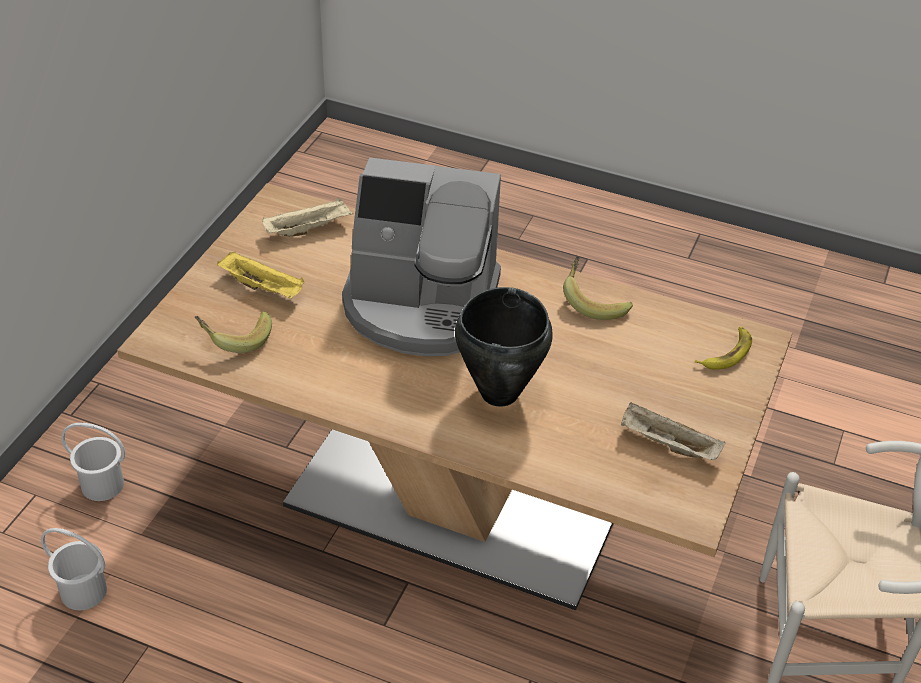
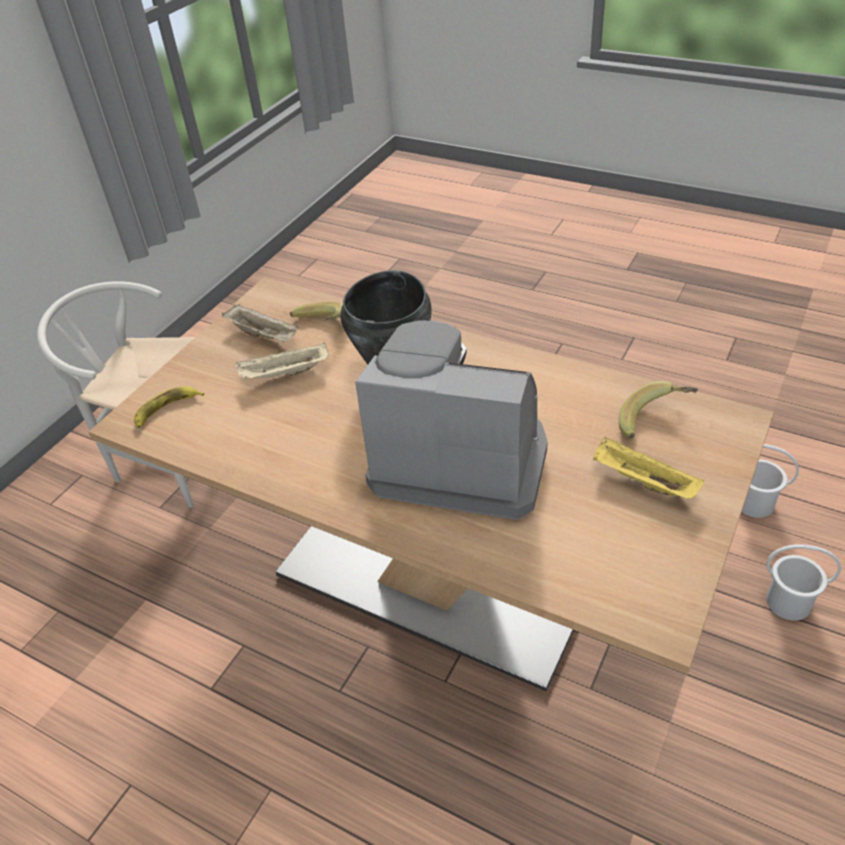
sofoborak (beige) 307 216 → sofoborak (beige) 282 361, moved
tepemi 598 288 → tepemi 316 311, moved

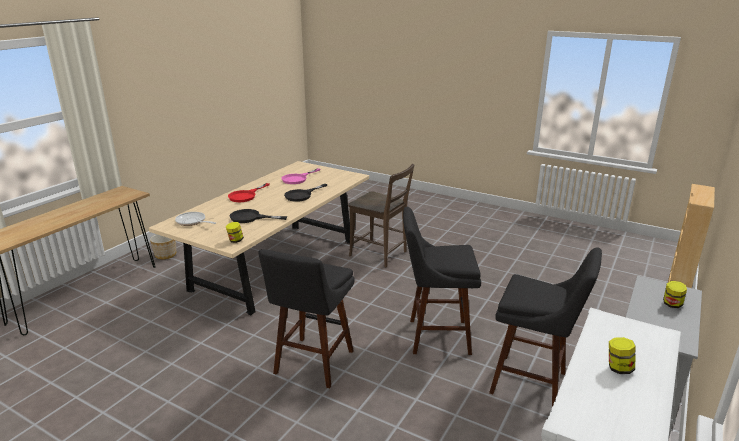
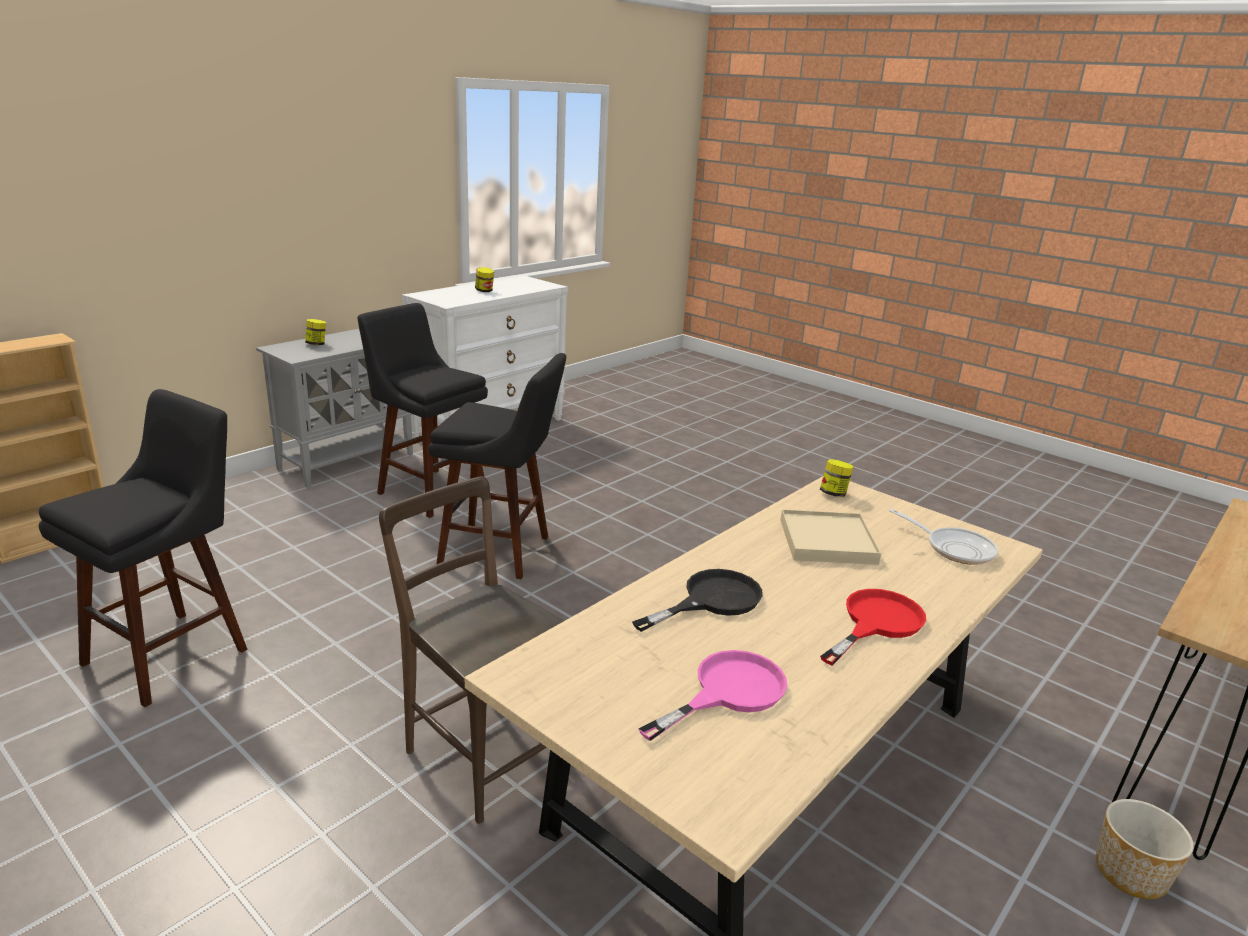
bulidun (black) 258 216 → sofoborak (beige) 830 537
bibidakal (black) 306 319 → bibidakal (black) 143 548, moved

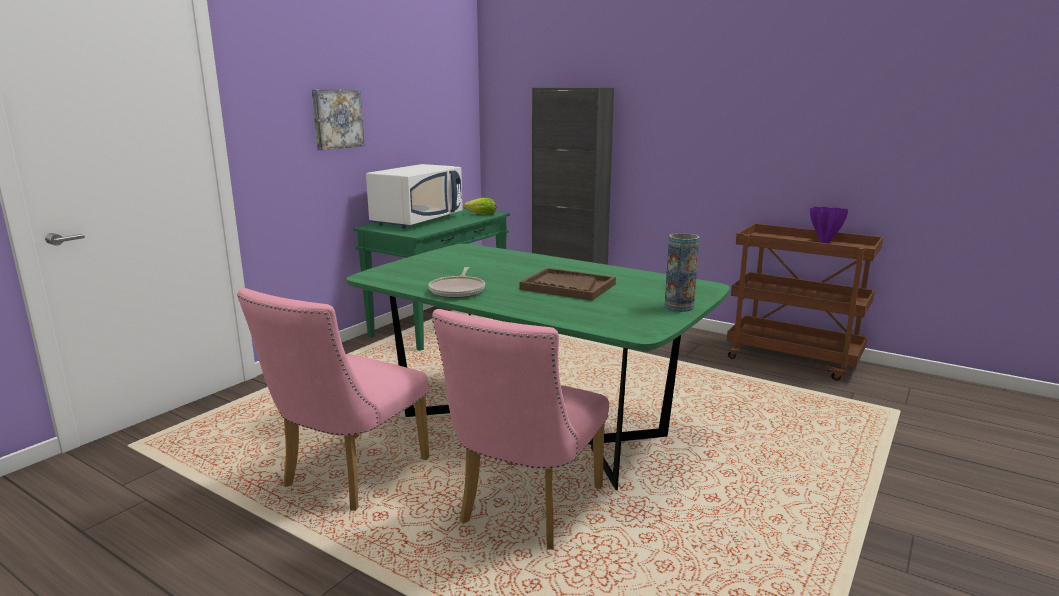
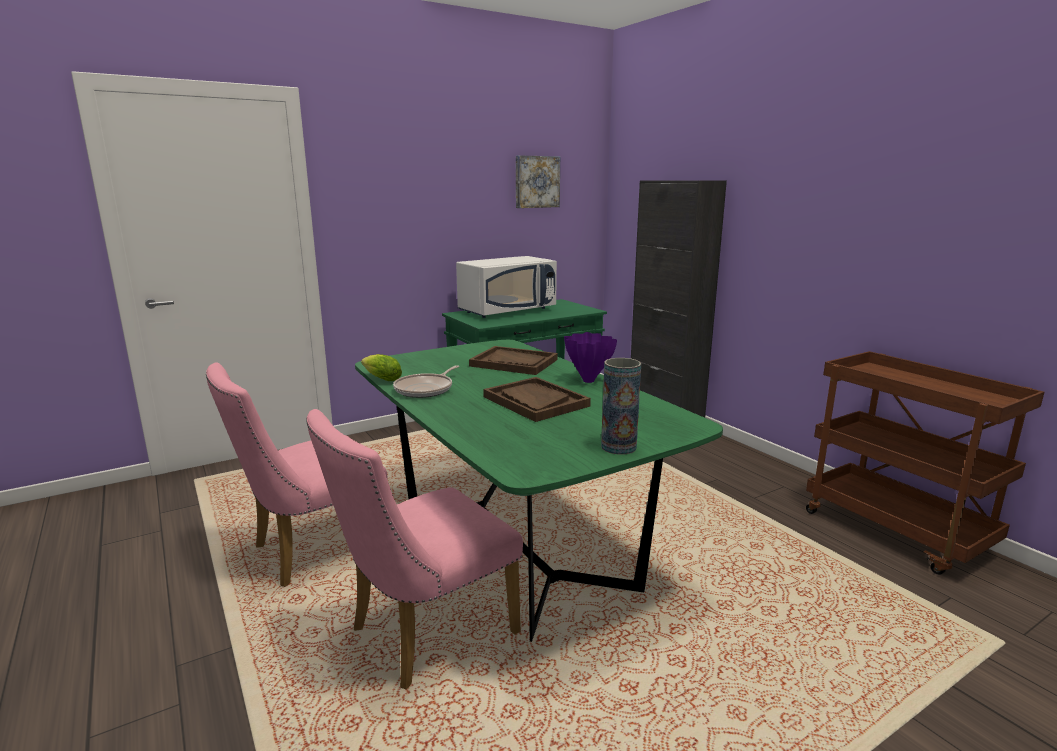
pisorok 338 119 → pisorok 538 181, moved
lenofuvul 480 206 → lenofuvul 381 367, moved
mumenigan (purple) 829 225 → mumenigan (purple) 590 357, moved
- → sofoborak (brown) 513 360

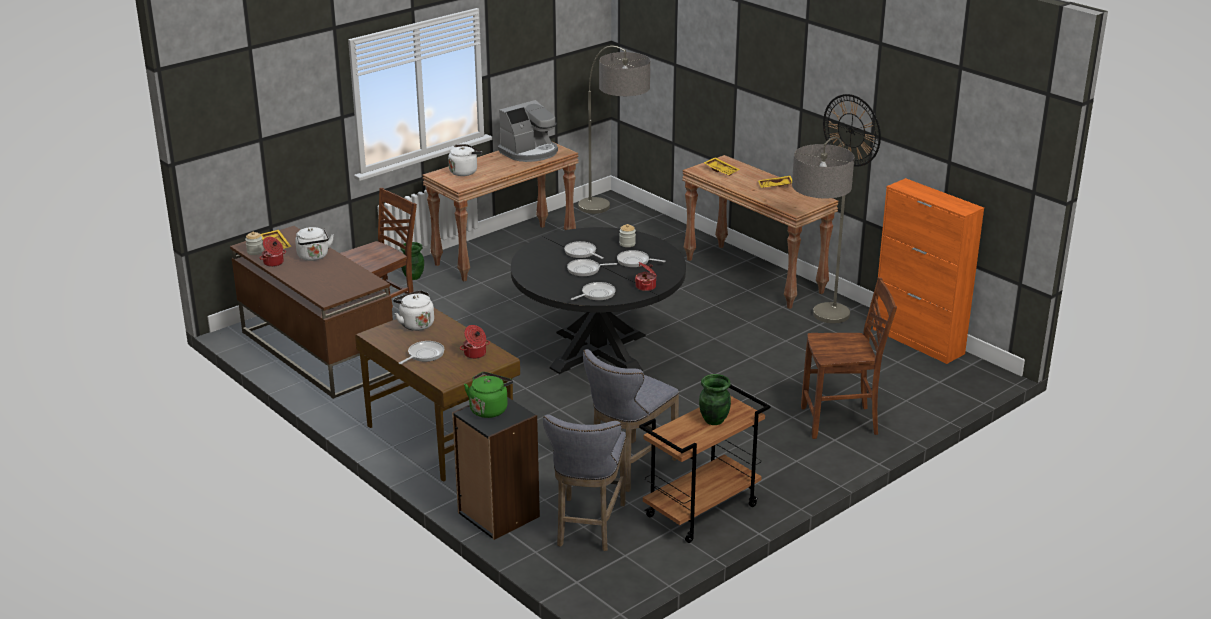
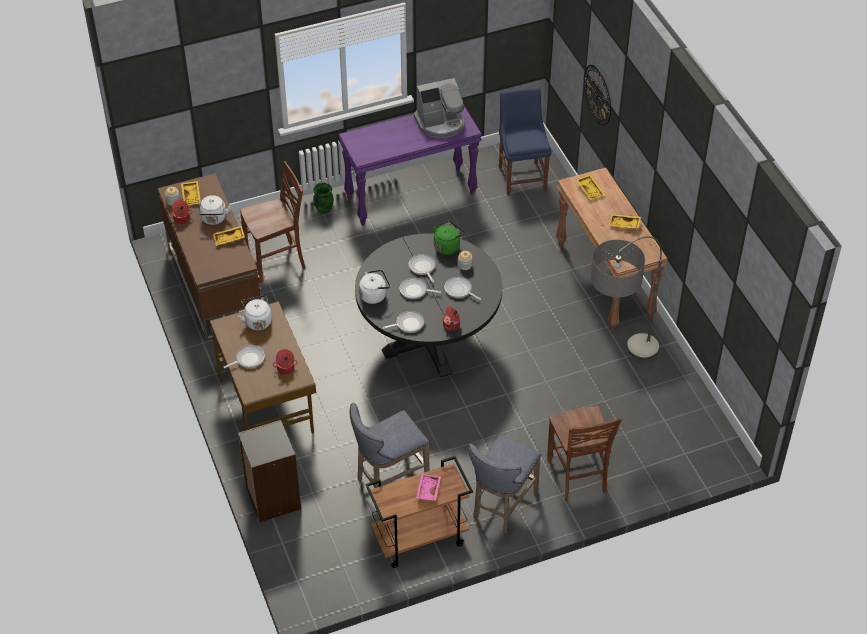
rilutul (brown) 500 212 → rilutul (purple) 410 166
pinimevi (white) 465 160 → pinimevi (white) 374 287, moved
pinimevi (green) 488 395 → pinimevi (green) 449 237, moved
bibidakal (grey) 584 483 → bibidakal (grey) 504 484, moved
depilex 614 130 → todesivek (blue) 525 141
mumenigan (green) 715 399 → sofoborak (pink) 428 487
todesivek (brown) 849 358 → todesivek (brown) 584 453, 60 degrees clockwise
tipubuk 852 130 → tipubuk 597 95, moved
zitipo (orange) 928 271 → -
- → sofoborak (yellow) 229 236

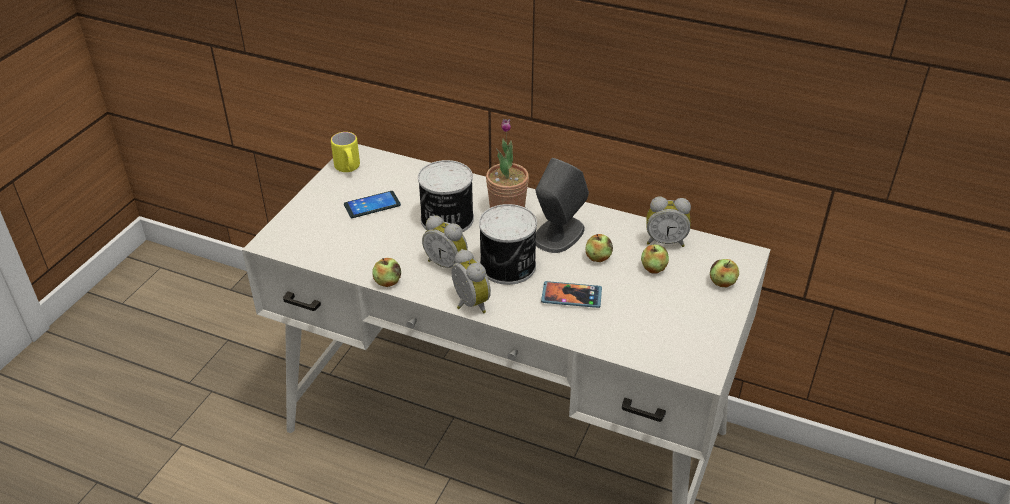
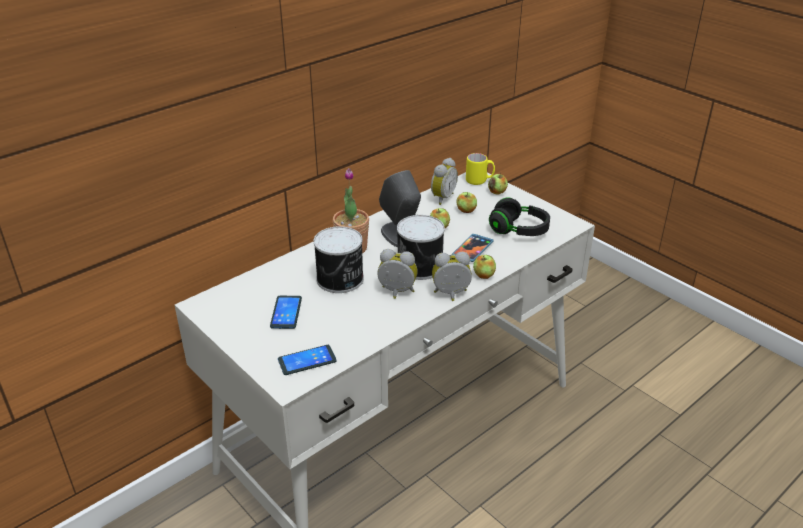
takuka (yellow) 345 152 → takuka (yellow) 480 169, moved
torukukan 386 272 → torukukan 484 267, moved
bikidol 445 242 → bikidol 397 274, 135 degrees counterclockwise
- → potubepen 307 360
- → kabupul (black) 519 217

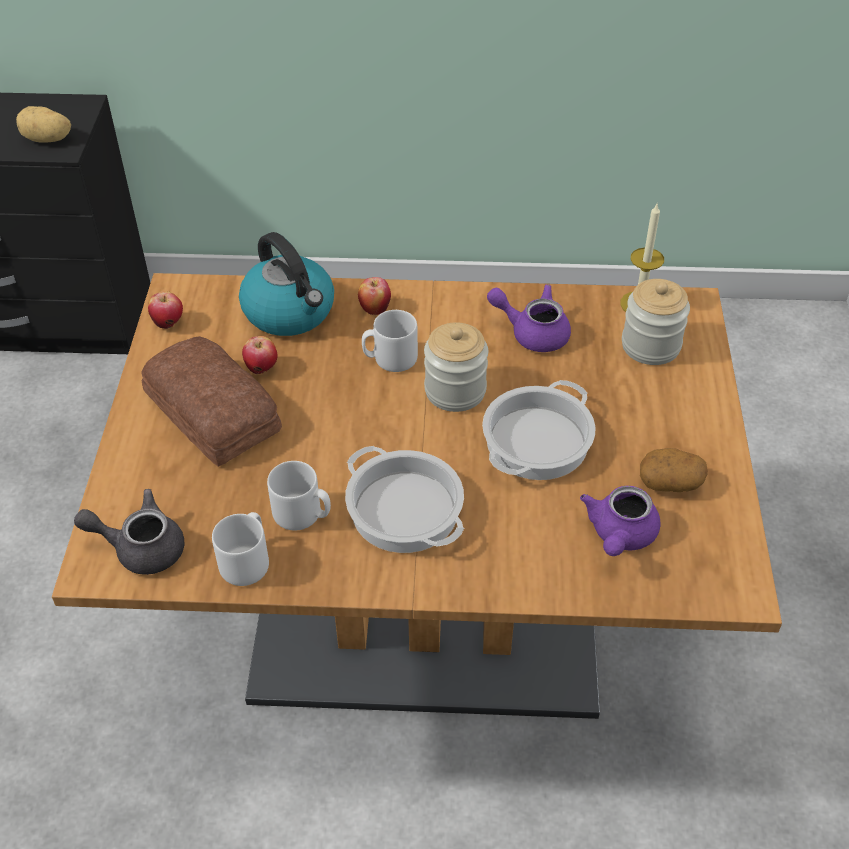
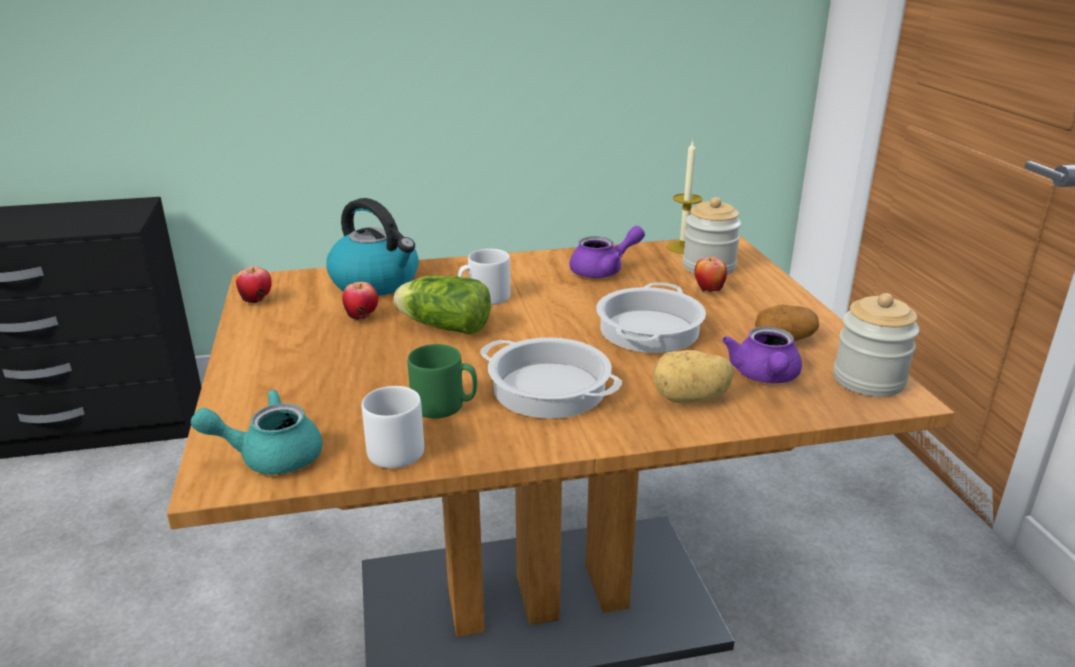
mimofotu 43 124 → mimofotu 694 376, moved
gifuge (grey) 129 532 → gifuge (turquoise) 257 432
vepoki 211 401 → -
takuka (white) 299 495 → takuka (green) 442 381
torukukan 374 296 → torukukan 710 274, moved
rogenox 456 367 → rogenox 877 345, moved
gifuge (purple) 529 318 → gifuge (purple) 607 252, 150 degrees clockwise
- → lenofuvul 442 305

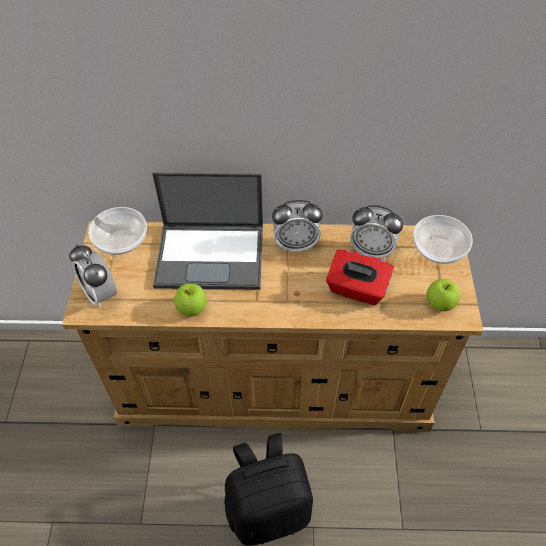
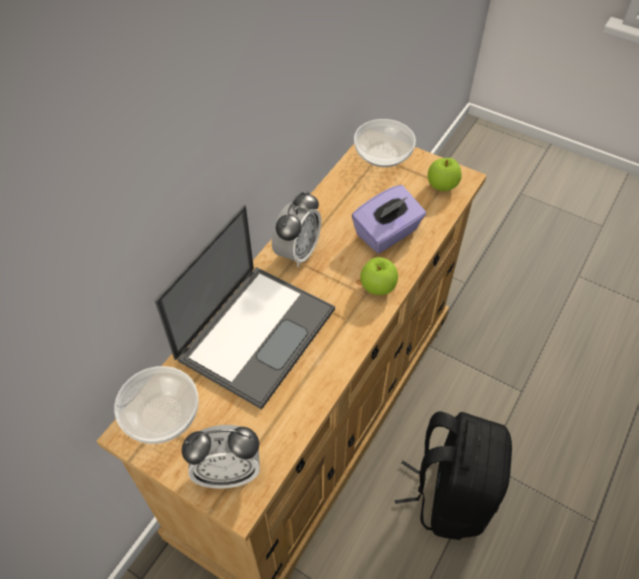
torukukan 190 300 → torukukan 379 276, moved
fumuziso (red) 360 277 → fumuziso (purple) 389 219
bikidol 376 232 → -

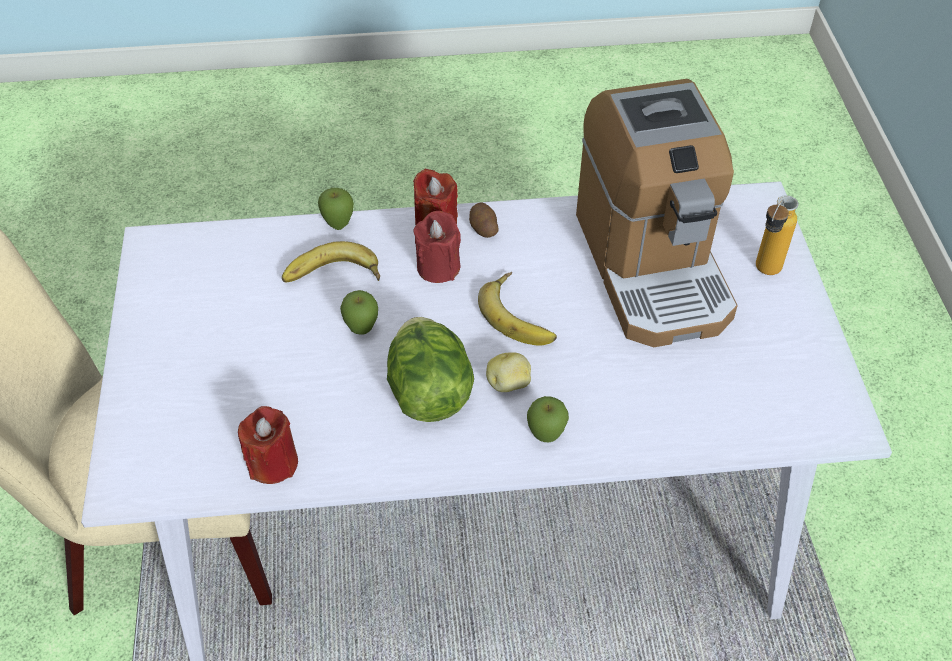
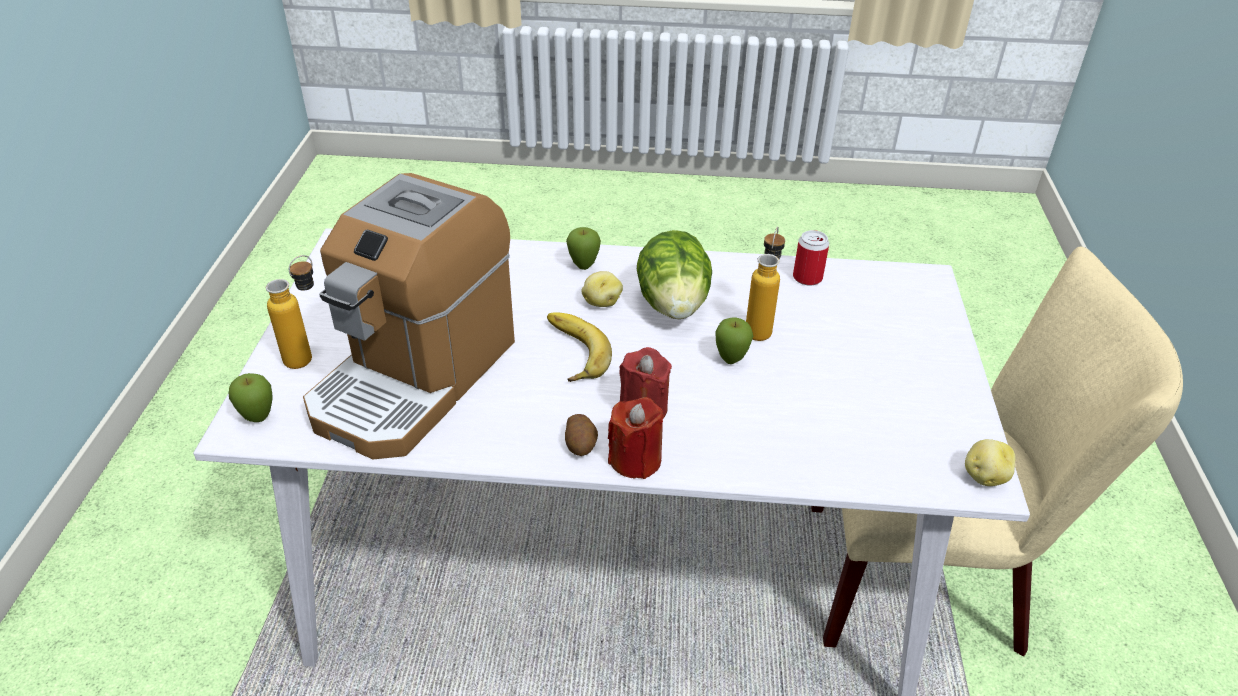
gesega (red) 268 445 → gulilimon 811 257
tepemi 331 261 → -
torukukan 336 209 → torukukan 251 397, moved
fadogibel 657 213 → fadogibel 409 316, 150 degrees counterclockwise
- → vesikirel 765 283
- → mimofotu 990 462

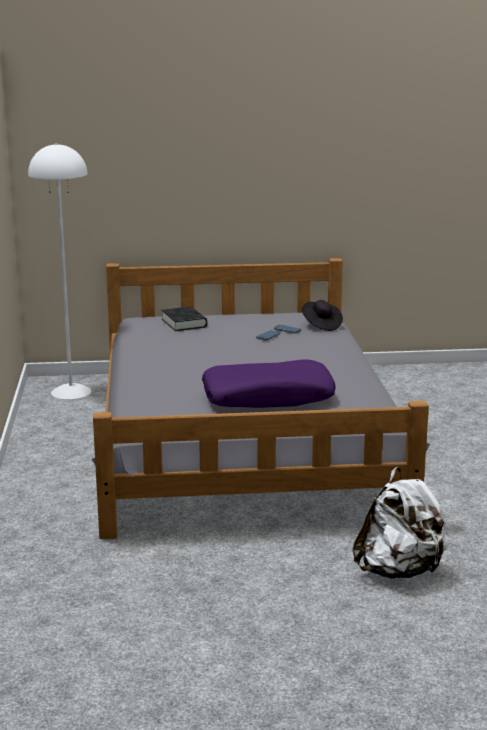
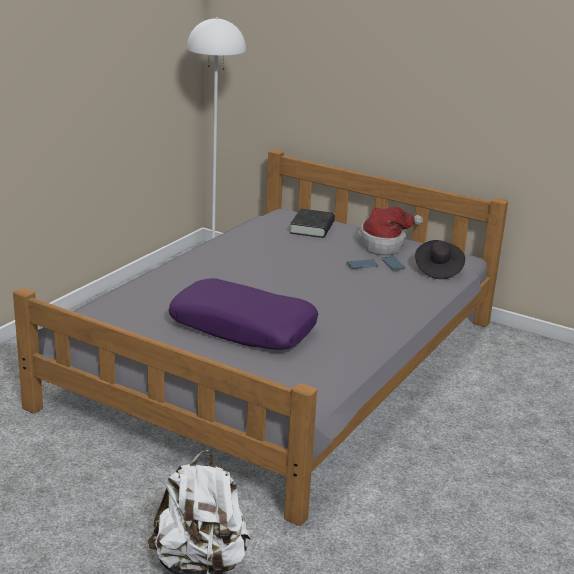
- → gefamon 390 231

